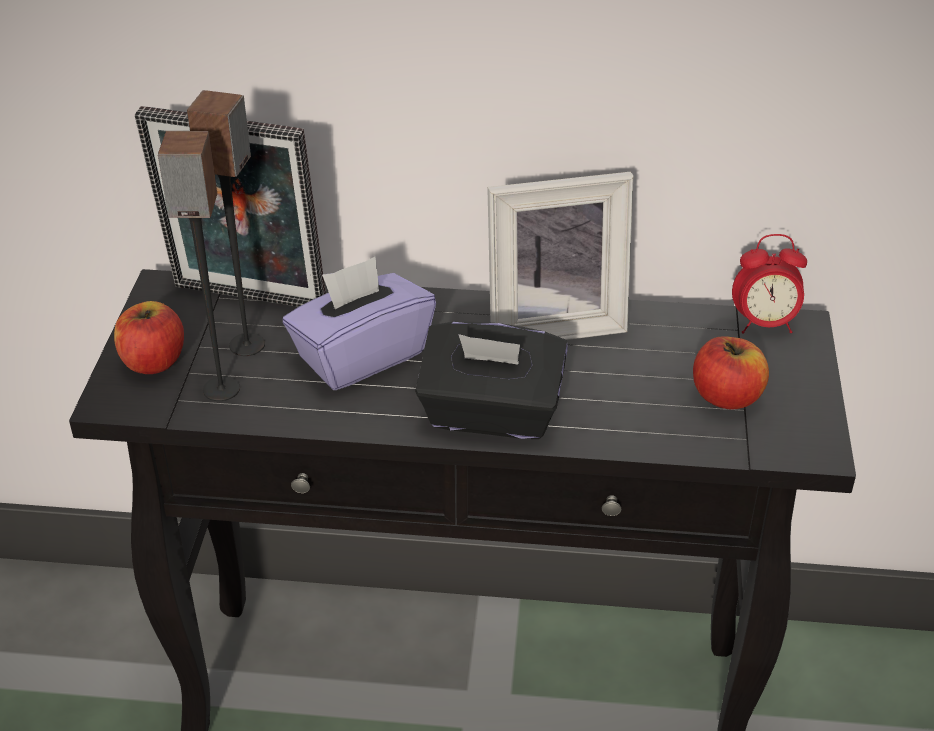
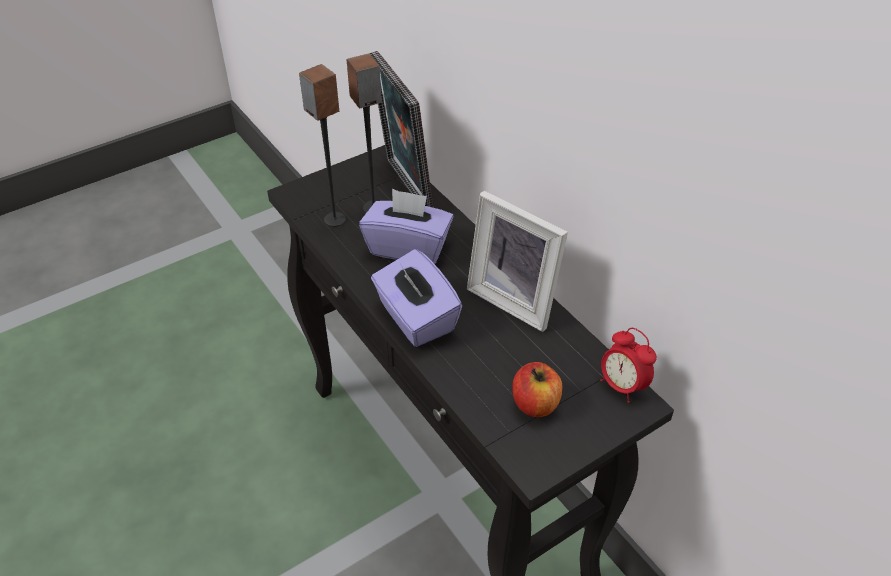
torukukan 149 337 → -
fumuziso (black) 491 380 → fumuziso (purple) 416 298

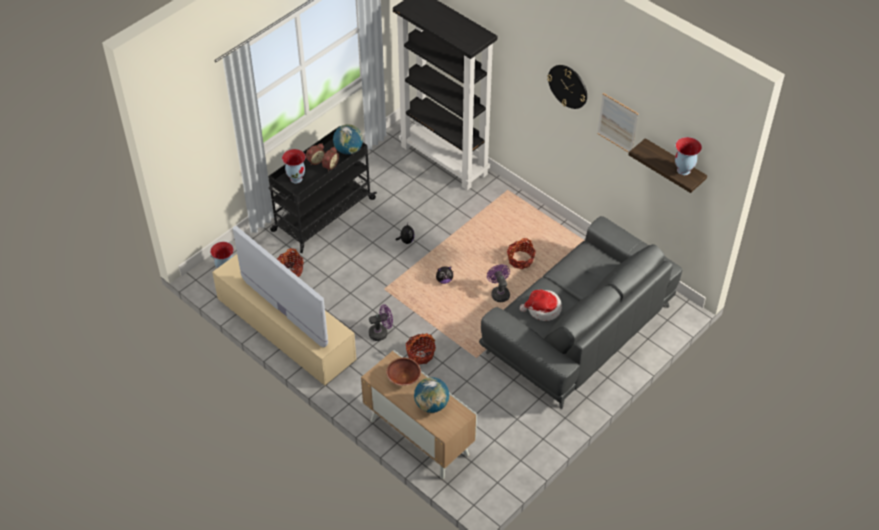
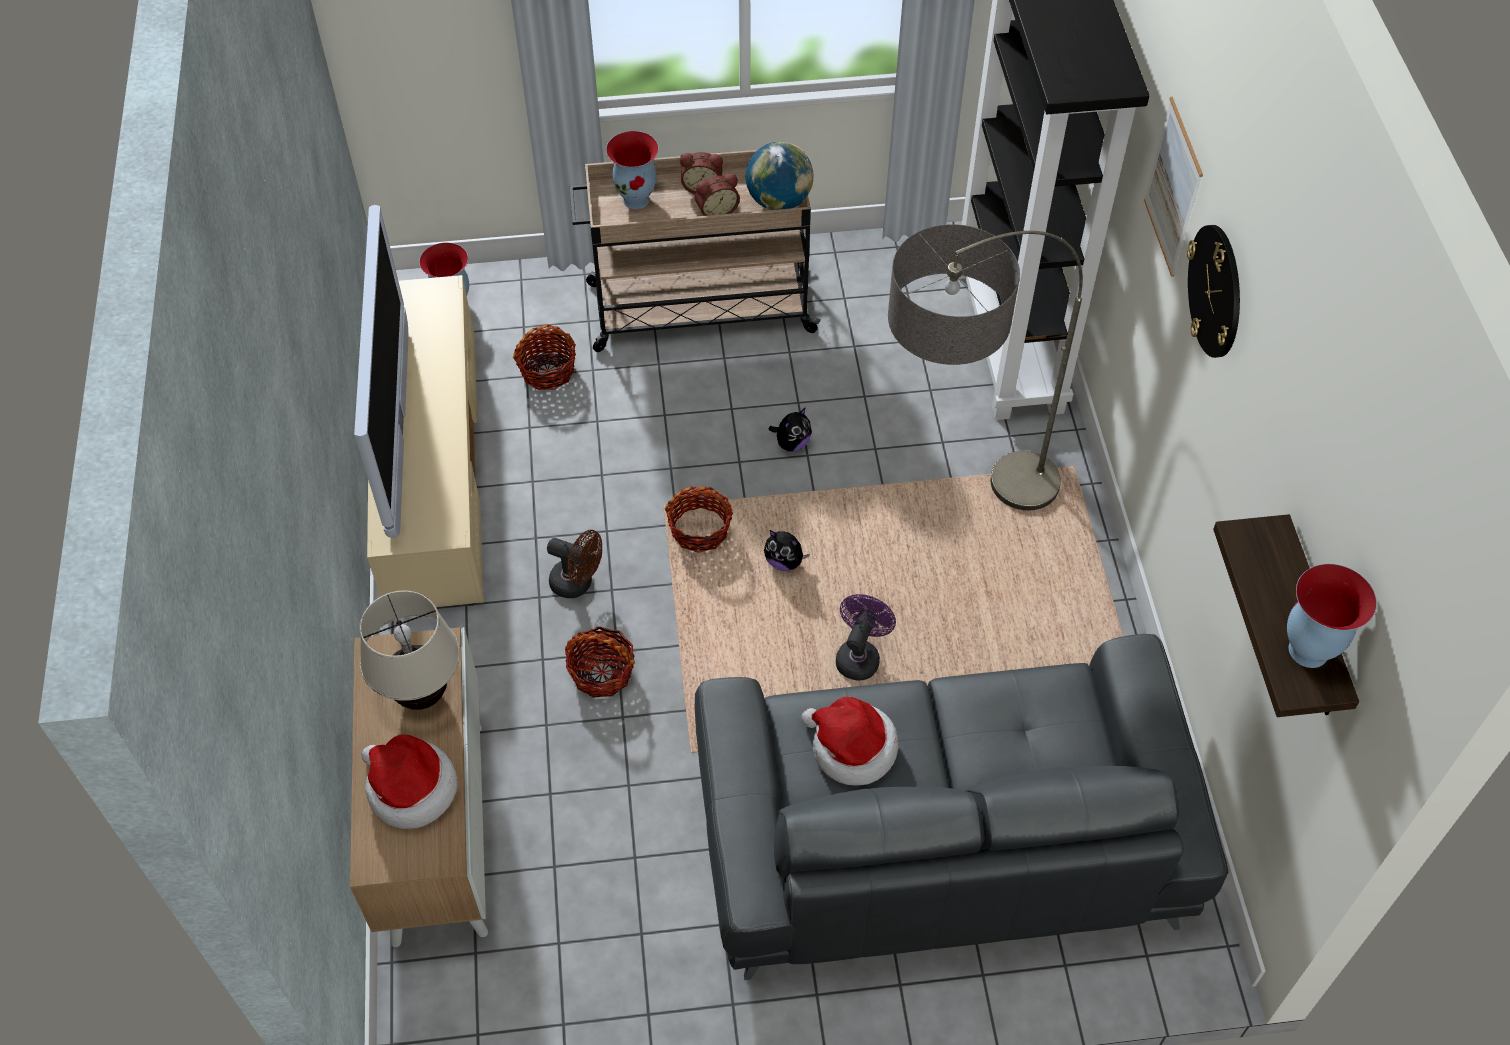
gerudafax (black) 322 189 → gerudafax (beige) 695 251
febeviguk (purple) 381 322 → febeviguk (brown) 574 564
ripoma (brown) 403 372 → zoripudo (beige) 409 650
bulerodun 431 395 → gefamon 409 782
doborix 521 253 → doborix 698 519, moved
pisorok 617 123 → pisorok 1173 187, moved
- → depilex 985 367

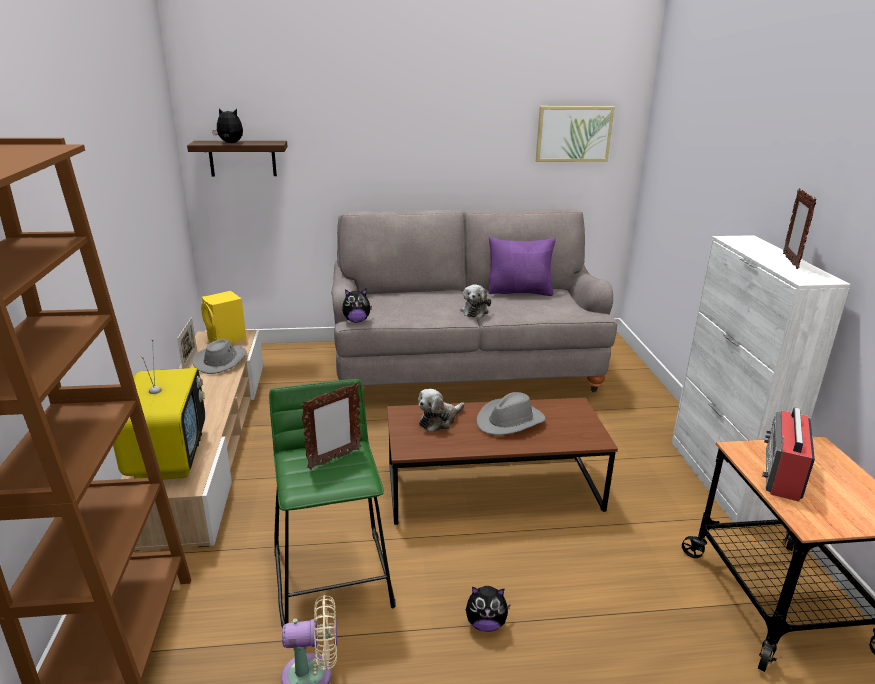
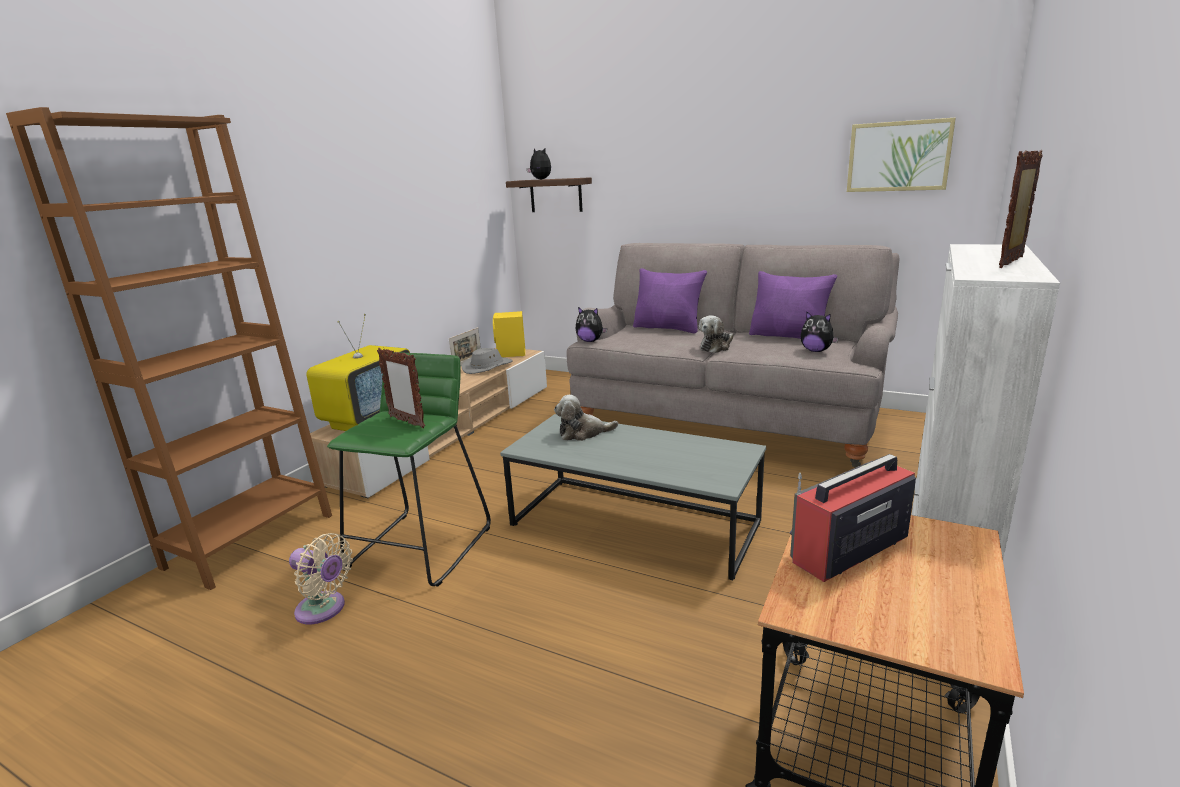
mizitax 331 426 → mizitax 401 388, 45 degrees clockwise
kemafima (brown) 502 461 → kemafima (grey) 633 497
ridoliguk 488 609 → ridoliguk 819 331, moved
gefamon (grey) 510 413 → -
- → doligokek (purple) 670 301

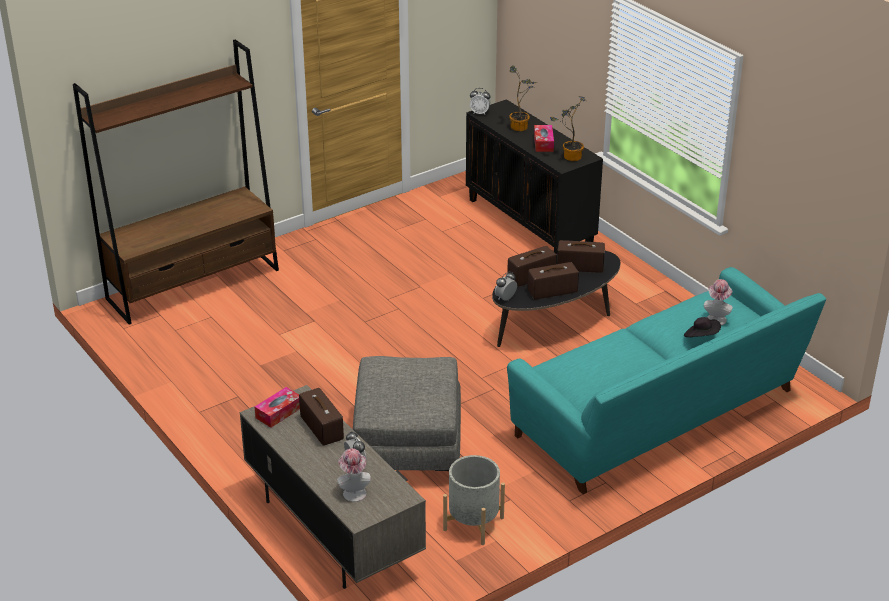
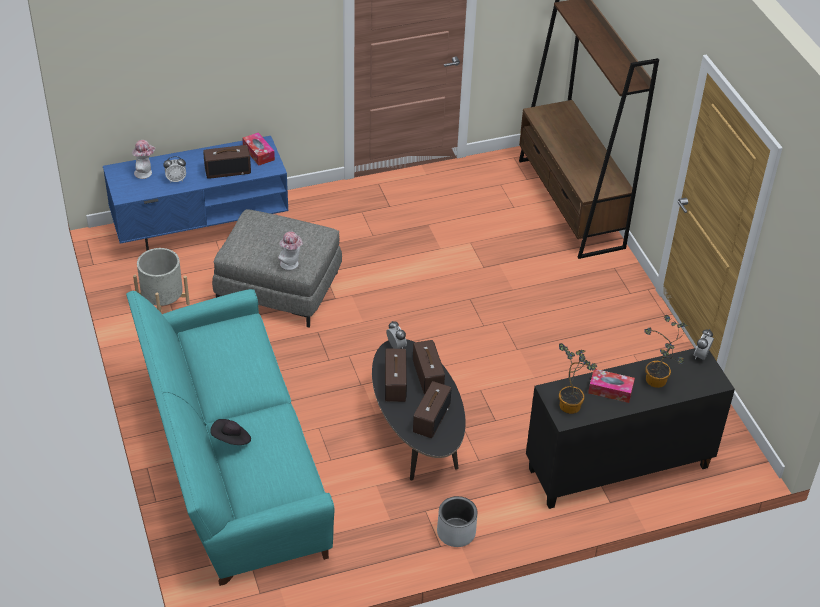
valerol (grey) 333 487 → valerol (blue) 196 193
gefamon 718 302 → gefamon 290 250, moved
- → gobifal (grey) 457 521

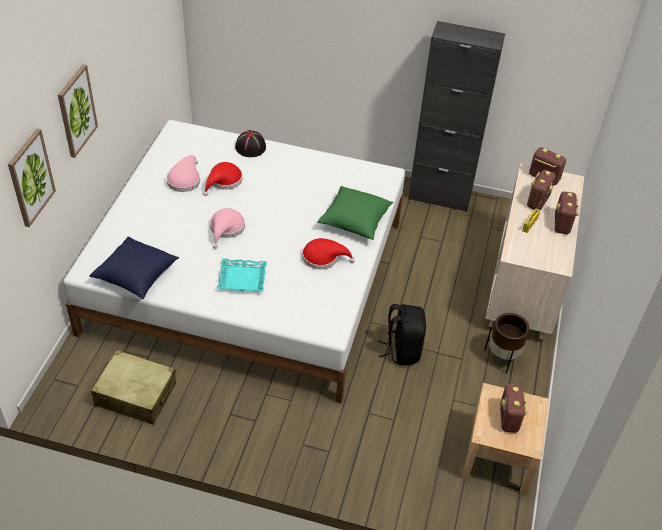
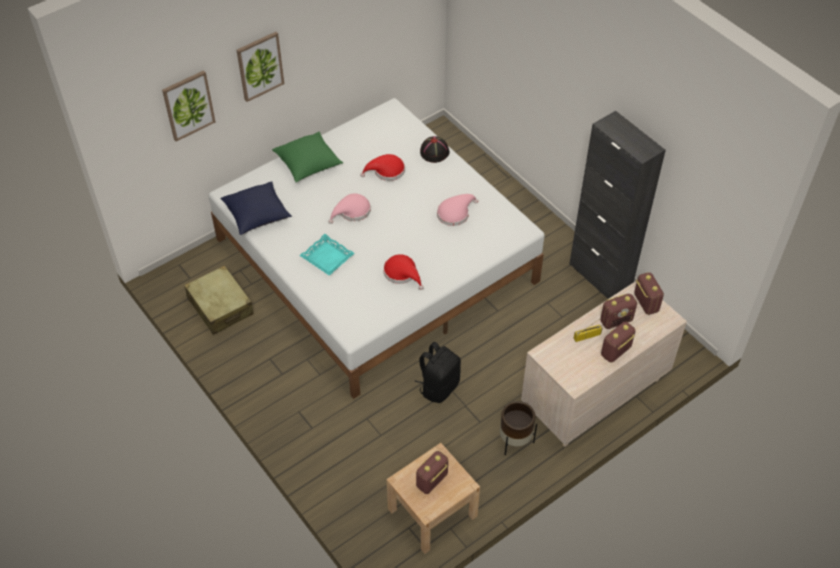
gefamon (pink) 183 173 → gefamon (pink) 457 210, moved
doligokek (green) 355 213 → doligokek (green) 307 157, moved

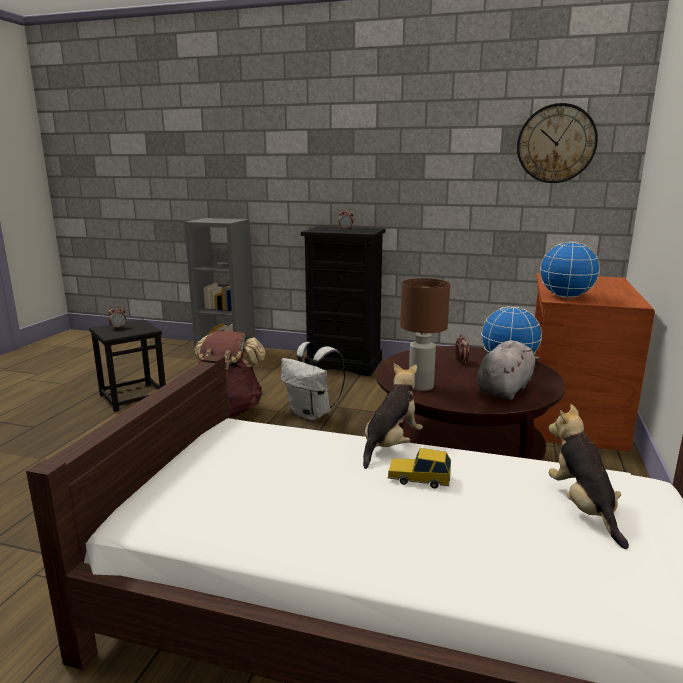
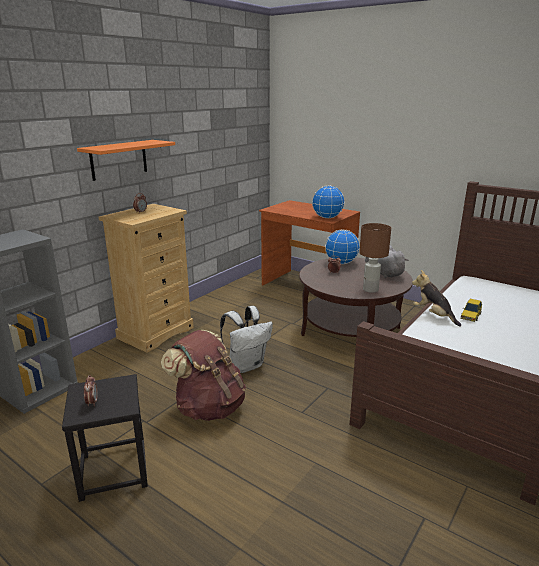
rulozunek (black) 343 301 → rulozunek (beige) 146 278
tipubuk 557 143 → -
ridoliguk 589 476 → -
- → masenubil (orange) 126 160

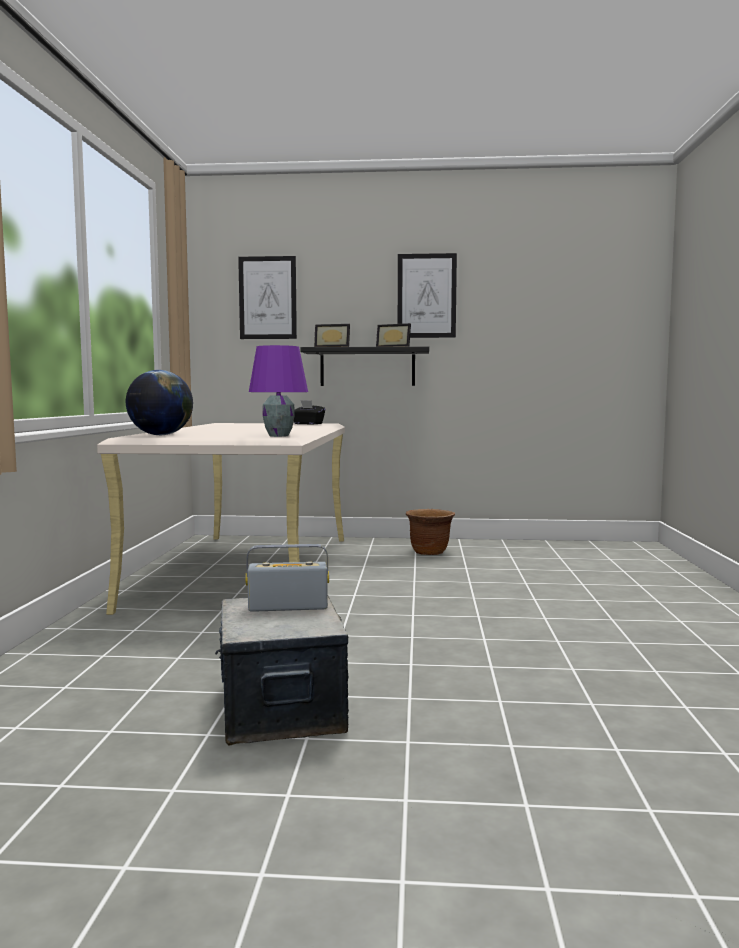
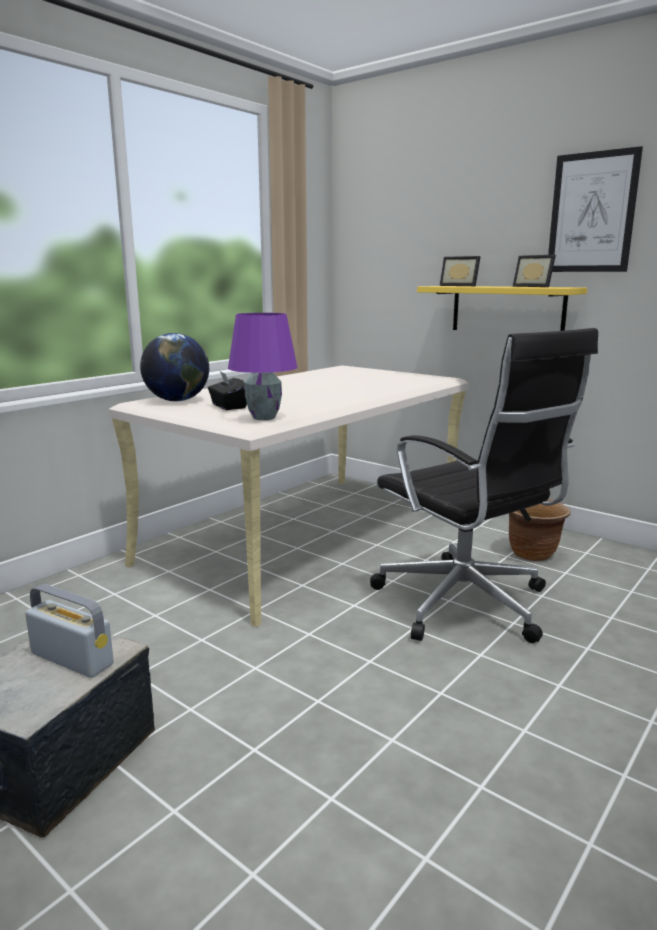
pisorok 267 297 → -
fumuziso (black) 309 412 → fumuziso (black) 227 390, moved
masenubil (black) 364 366 → masenubil (yellow) 502 308
- → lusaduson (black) 484 485

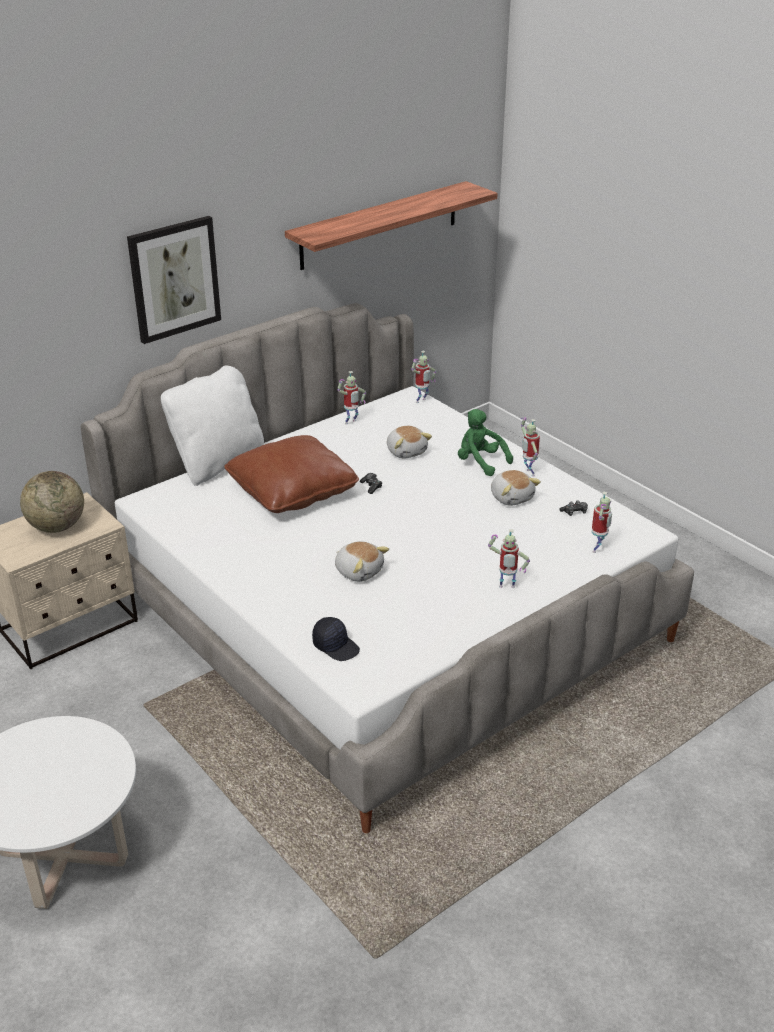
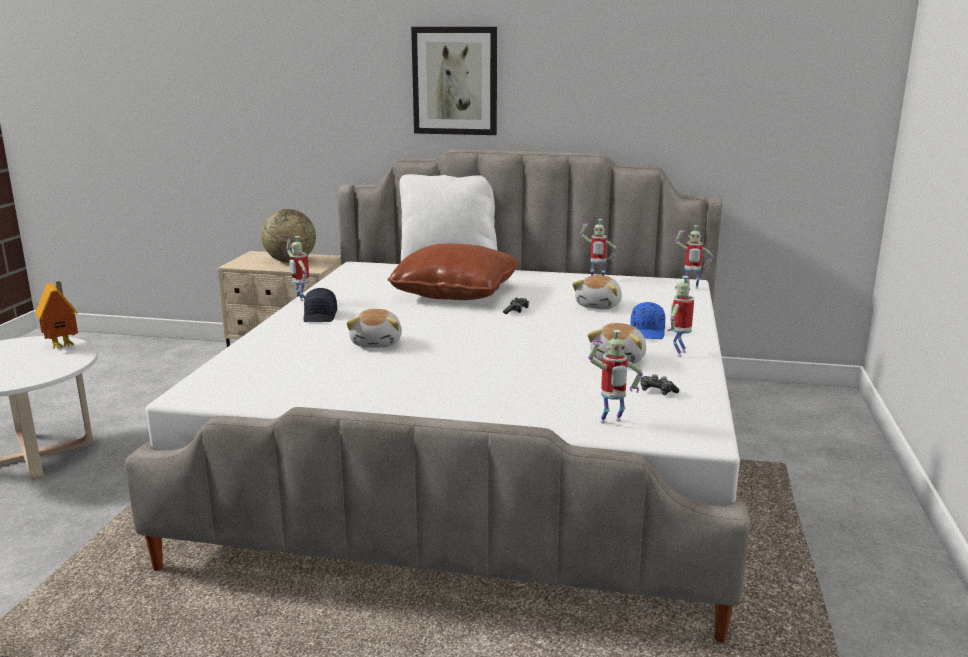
masenubil 391 225 → -
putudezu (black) 336 639 → putudezu (black) 320 305, moved
ridoliguk (green) 485 442 → putudezu (blue) 647 320
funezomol 509 558 → funezomol 298 268, moved
- → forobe 56 315

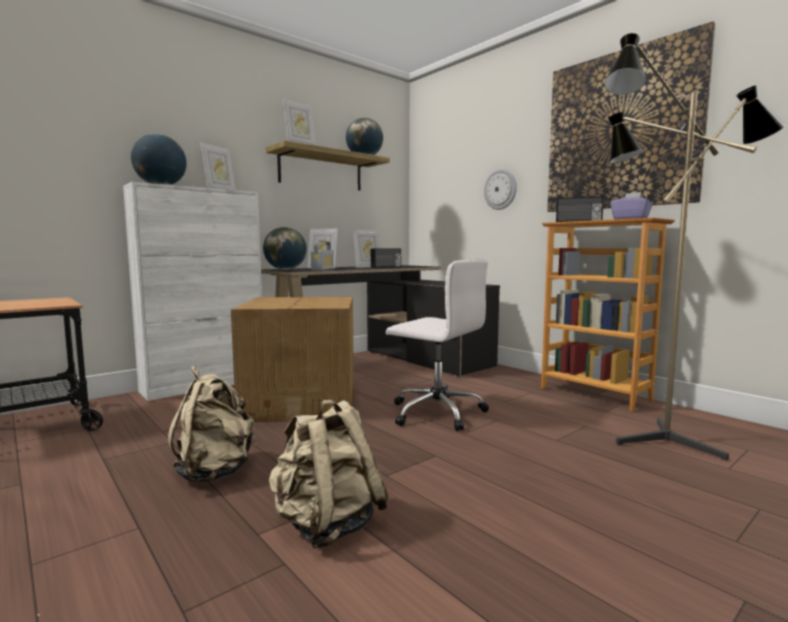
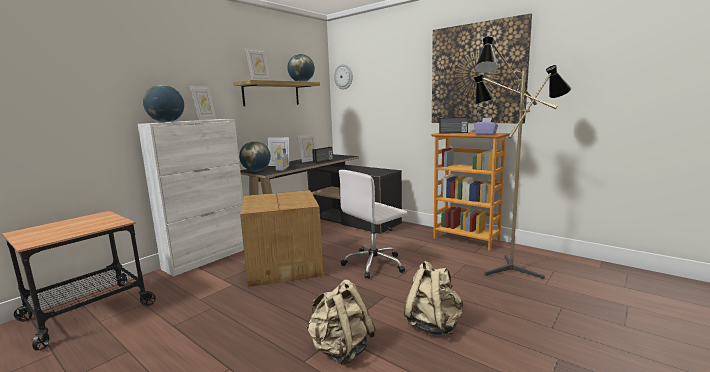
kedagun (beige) 212 424 → kedagun (beige) 433 298, moved
lusaduson (white) 437 345 → lusaduson (white) 373 224, 120 degrees clockwise
tipubuk 500 189 → tipubuk 343 77, moved

